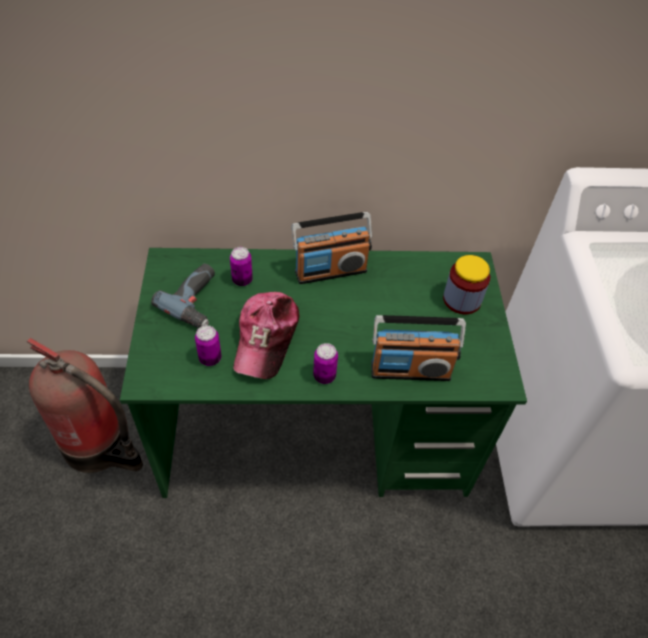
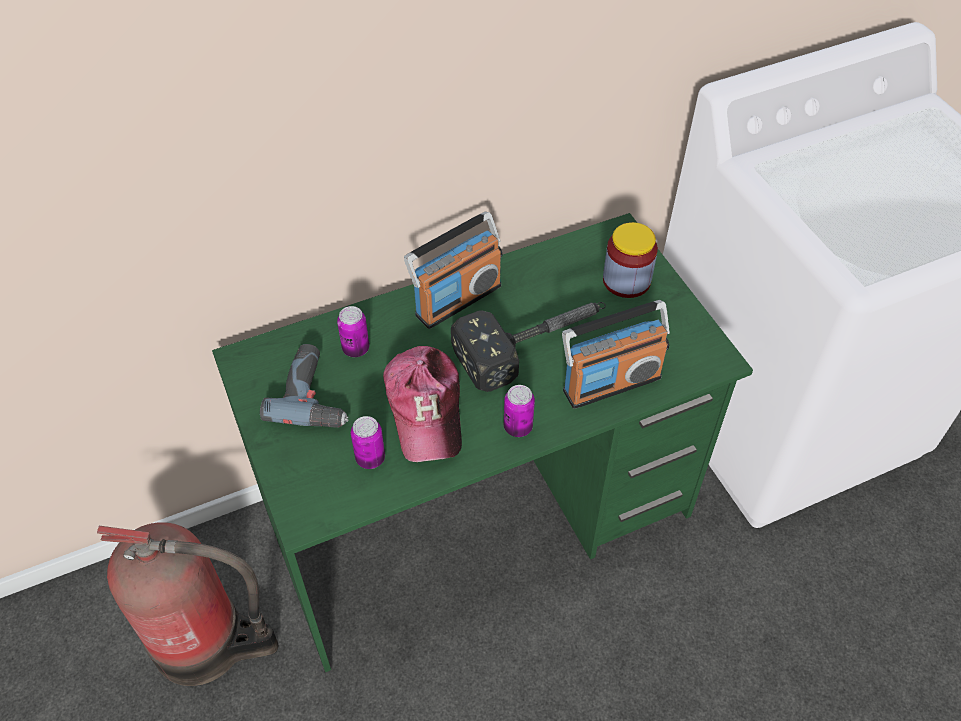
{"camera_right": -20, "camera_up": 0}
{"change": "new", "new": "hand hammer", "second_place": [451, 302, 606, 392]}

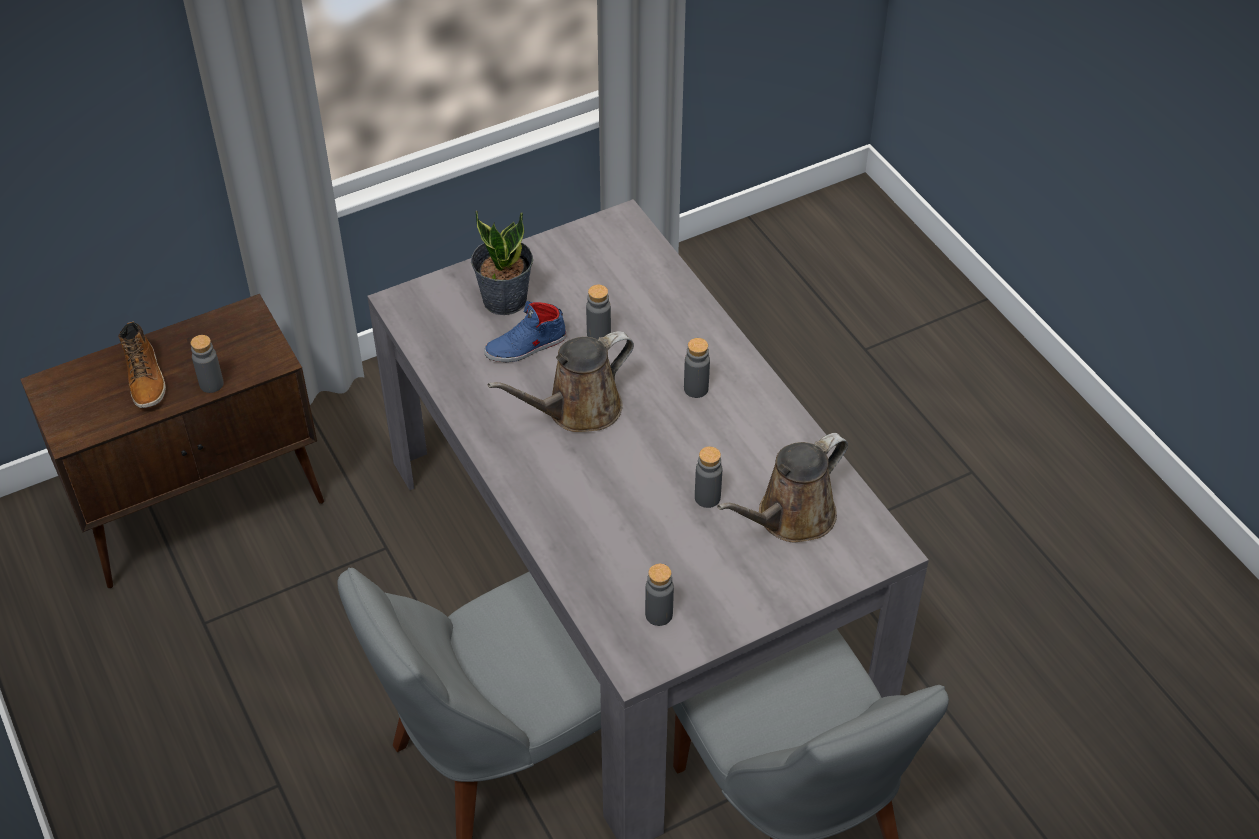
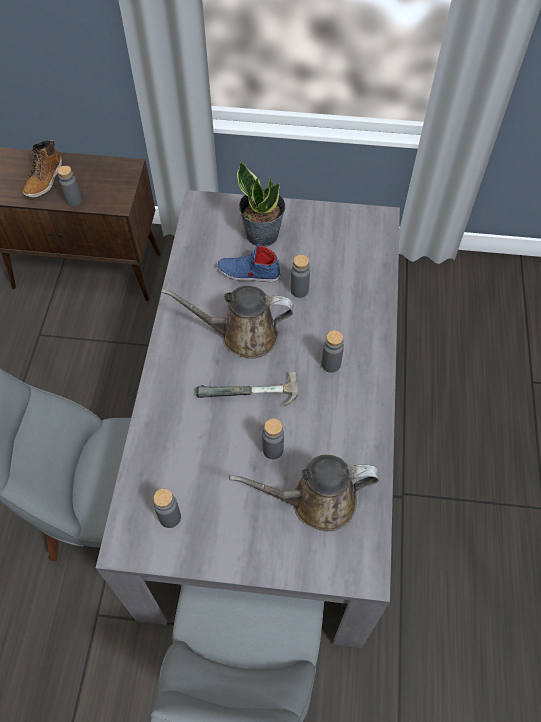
{"camera_right": 35, "camera_up": 10}
{"change": "new", "new": "hand hammer", "second_place": [196, 371, 298, 407]}

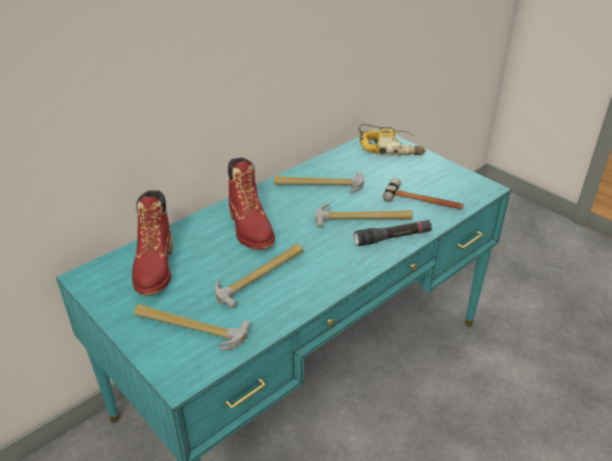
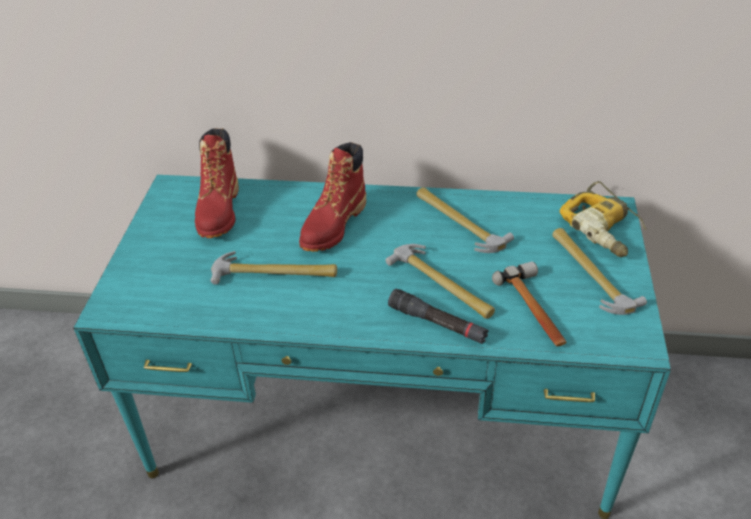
{"camera_right": 50, "camera_up": 5}
{"change": "shifted", "old": "hand hammer", "first_place": [134, 304, 251, 351], "second_place": [552, 228, 647, 315]}
{"change": "rotated", "old": "high-top boot (red)", "first_place": [132, 190, 173, 295], "second_place": [195, 128, 239, 238], "degrees": -45}

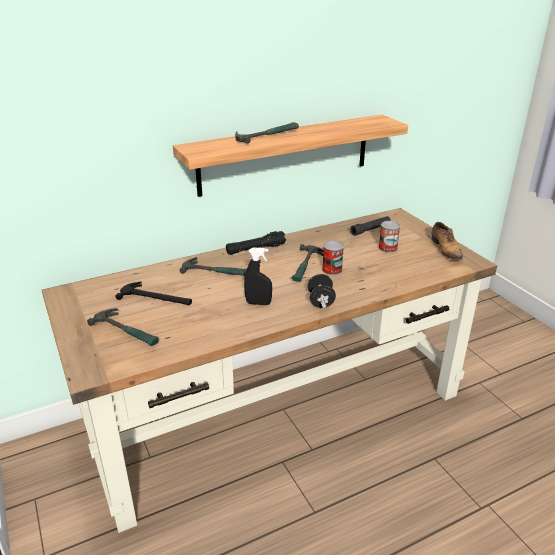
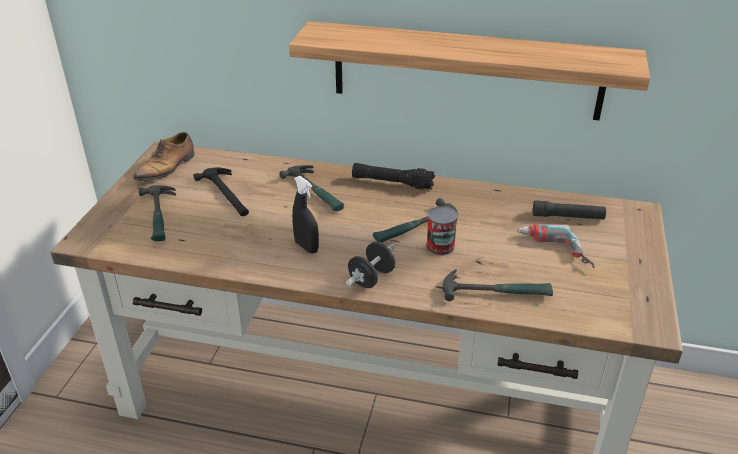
{"camera_right": 40, "camera_up": 5}
{"change": "shifted", "old": "hand hammer", "first_place": [235, 122, 299, 144], "second_place": [443, 269, 553, 301]}
{"change": "shifted", "old": "low shoe", "first_place": [432, 222, 463, 260], "second_place": [133, 132, 195, 181]}
{"change": "swapped", "old": "metal can", "new": "electric drill", "first_place": [379, 221, 400, 253], "second_place": [517, 224, 595, 268]}

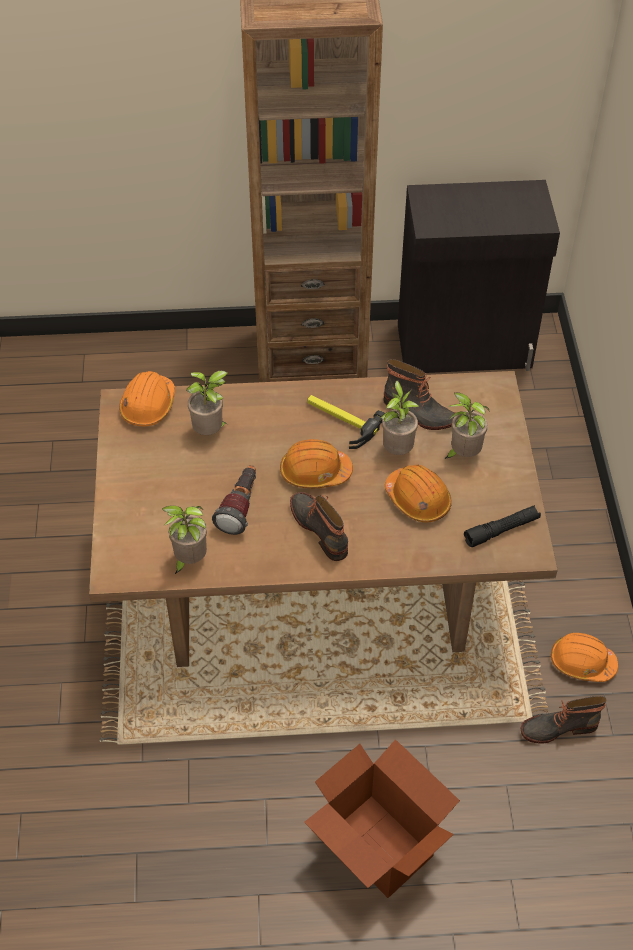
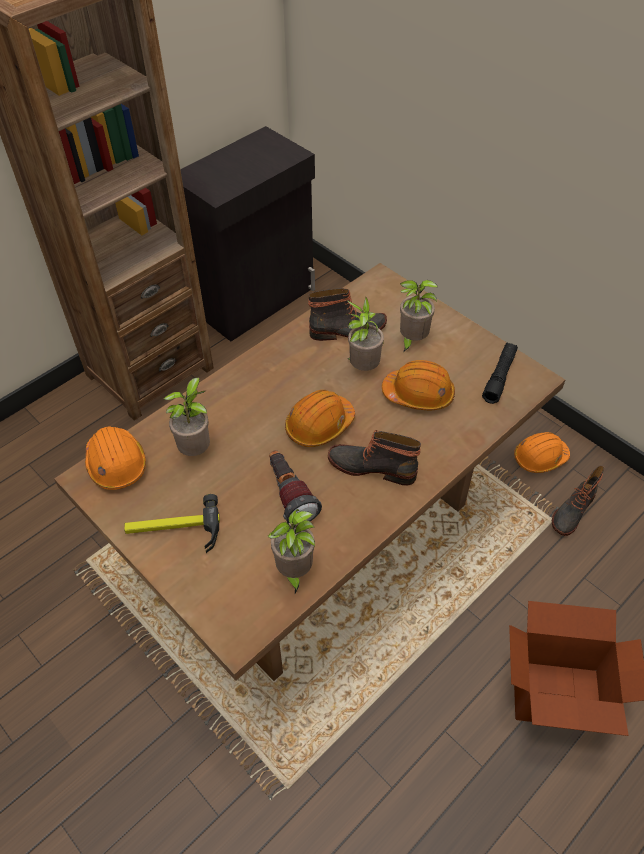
{"camera_right": -40, "camera_up": 0}
{"change": "shifted", "old": "hand hammer", "first_place": [307, 395, 385, 449], "second_place": [124, 494, 220, 553]}

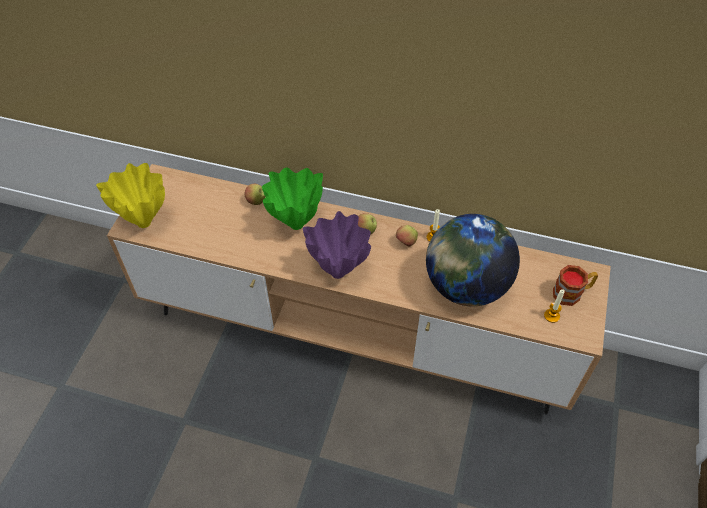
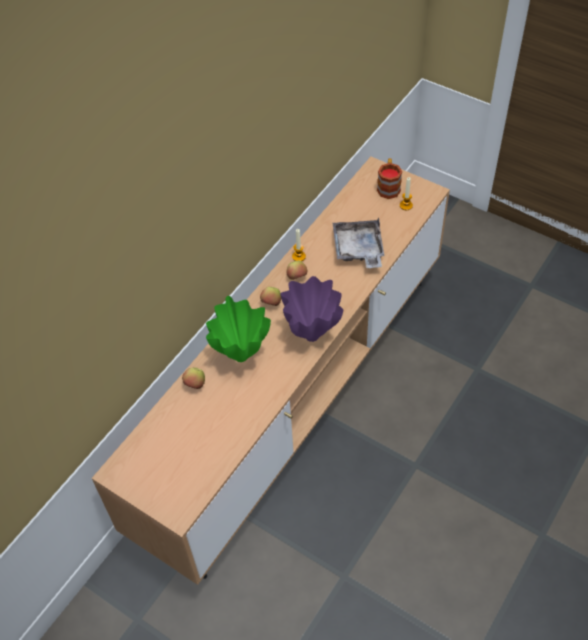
{"camera_right": -70, "camera_up": 0}
{"change": "gone", "old": "vase (yellow-coloured)", "first_place": [96, 163, 165, 228]}
{"change": "swapped", "old": "world globe", "new": "serving tray (greyish)", "first_place": [426, 214, 520, 307], "second_place": [333, 218, 385, 268]}

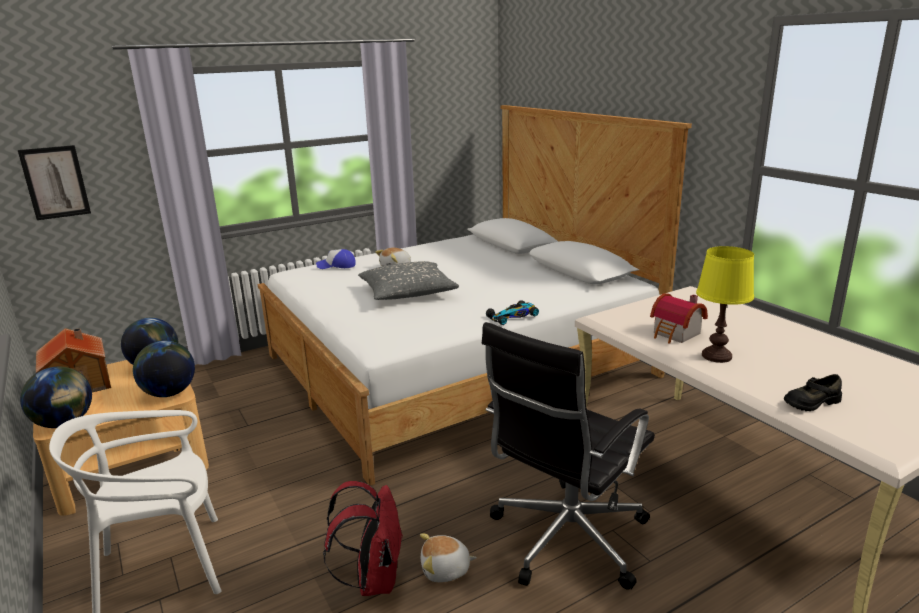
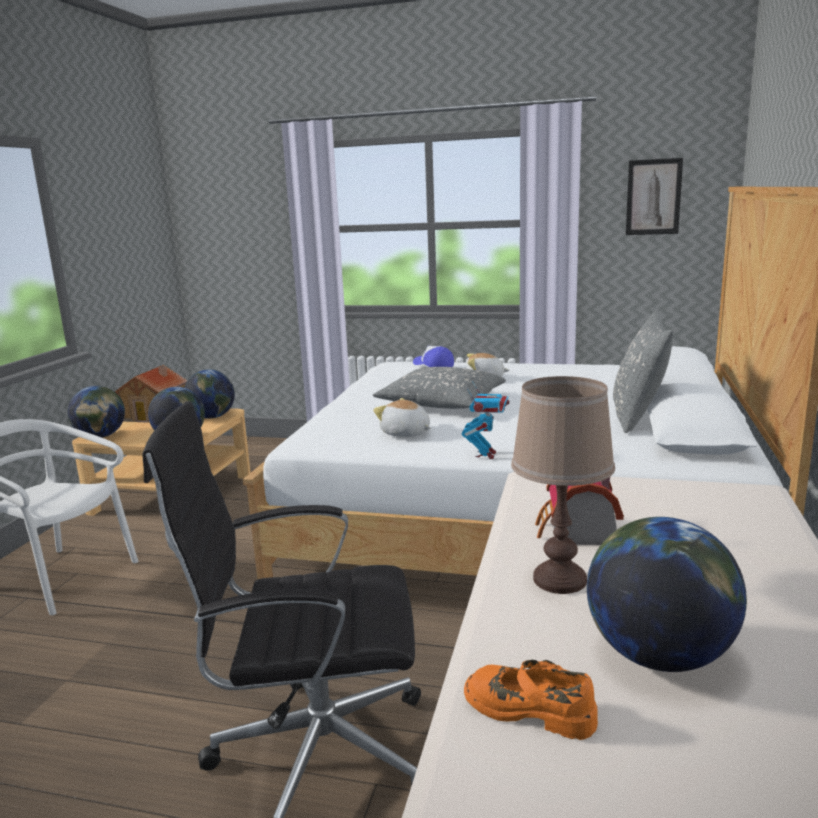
{"camera_right": 45, "camera_up": -5}
{"change": "gone", "old": "rucksack (red)", "first_place": [323, 481, 403, 596]}
{"change": "new", "new": "world globe", "second_place": [587, 517, 747, 672]}
{"change": "new", "new": "cushion (greyish)", "second_place": [613, 310, 673, 433]}
{"change": "shifted", "old": "picture", "first_place": [18, 145, 91, 220], "second_place": [626, 158, 683, 235]}
{"change": "shifted", "old": "cuddly toy", "first_place": [420, 534, 477, 582], "second_place": [373, 398, 430, 437]}
{"change": "swapped", "old": "miniature car", "new": "model robot", "first_place": [486, 301, 539, 325], "second_place": [462, 381, 509, 459]}
{"change": "repainted", "old": "table lamp (yellow-coloured)", "new": "table lamp (brownish)", "first_place": [696, 246, 754, 363], "second_place": [511, 376, 615, 594]}
{"change": "repainted", "old": "low shoe (black)", "new": "low shoe (orange)", "first_place": [784, 374, 842, 411], "second_place": [464, 660, 598, 740]}

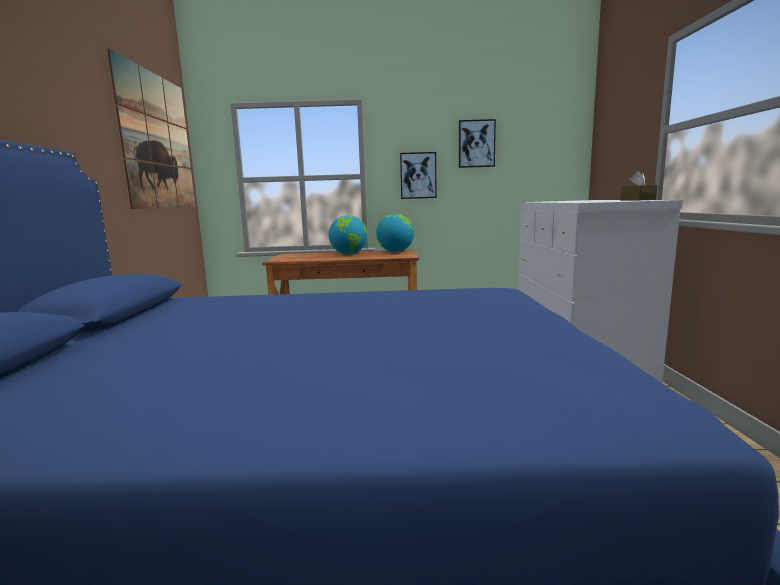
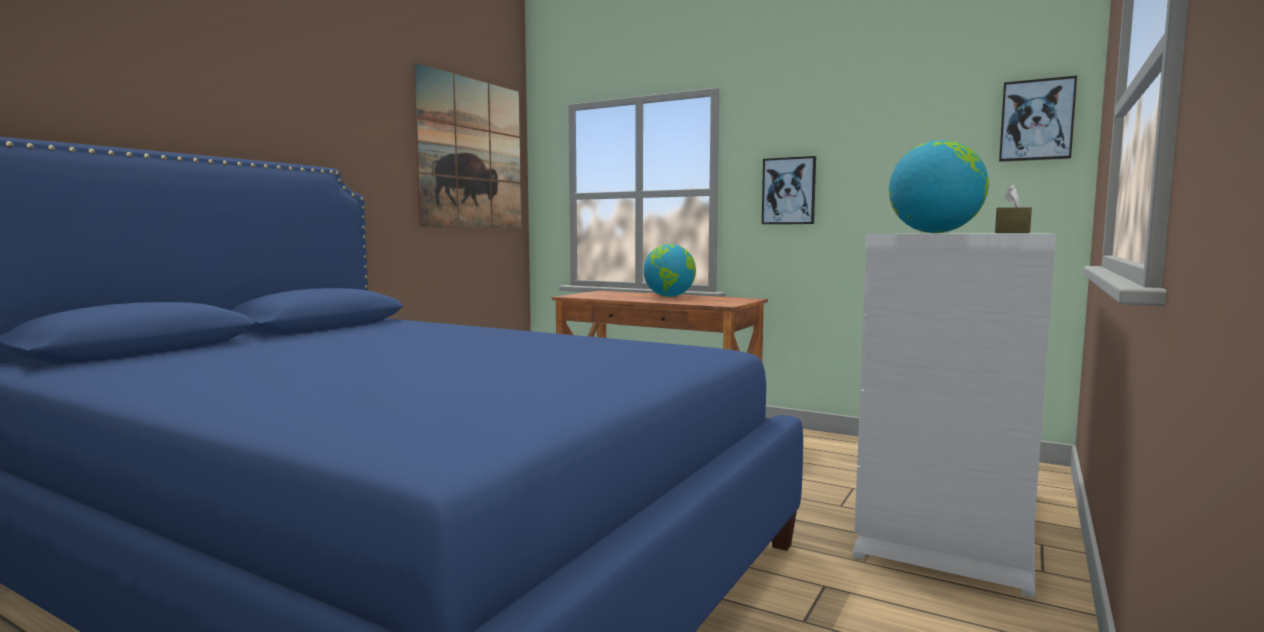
{"camera_right": 30, "camera_up": -5}
{"change": "shifted", "old": "world globe", "first_place": [376, 214, 414, 252], "second_place": [889, 140, 989, 233]}
{"change": "shifted", "old": "picture", "first_place": [459, 119, 496, 168], "second_place": [999, 76, 1077, 162]}

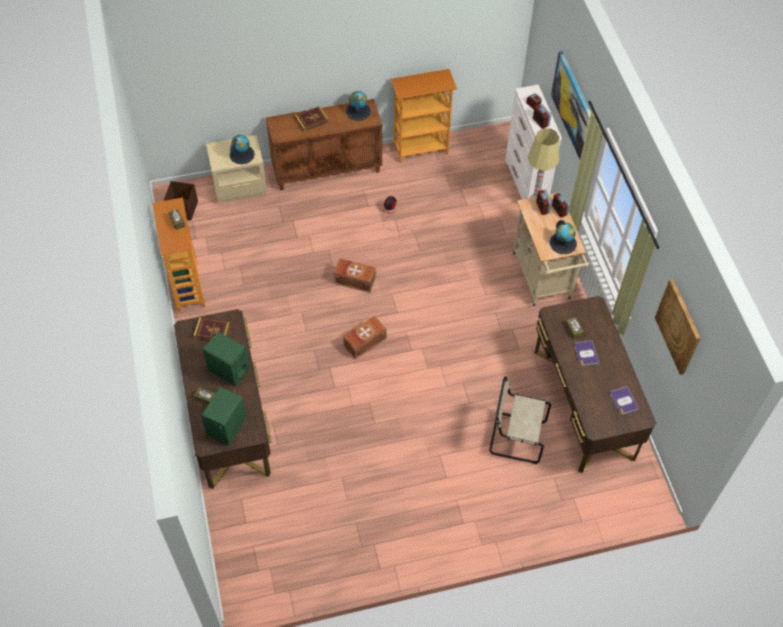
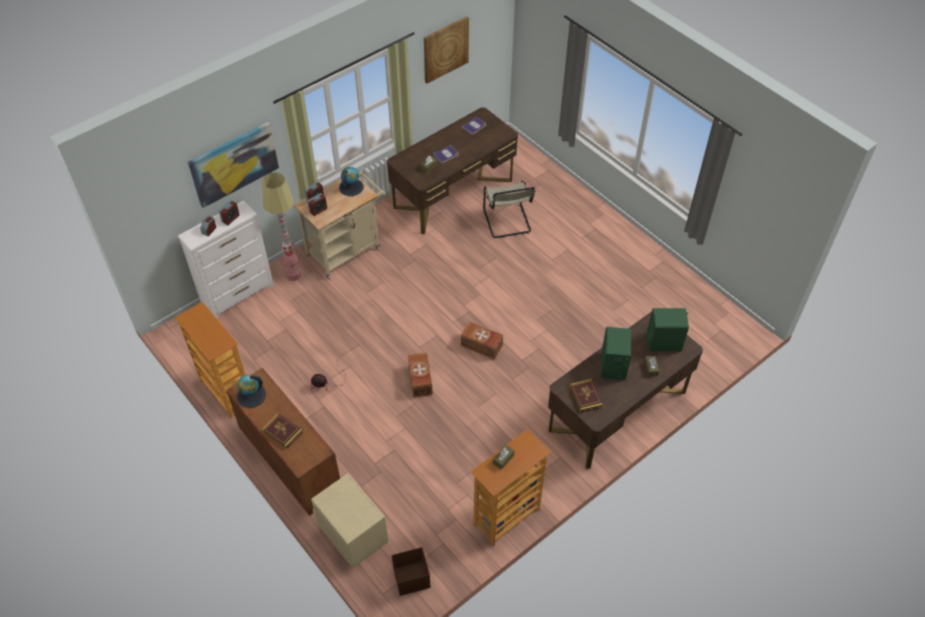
{"camera_right": -115, "camera_up": -5}
{"change": "gone", "old": "world globe", "first_place": [230, 135, 255, 164]}

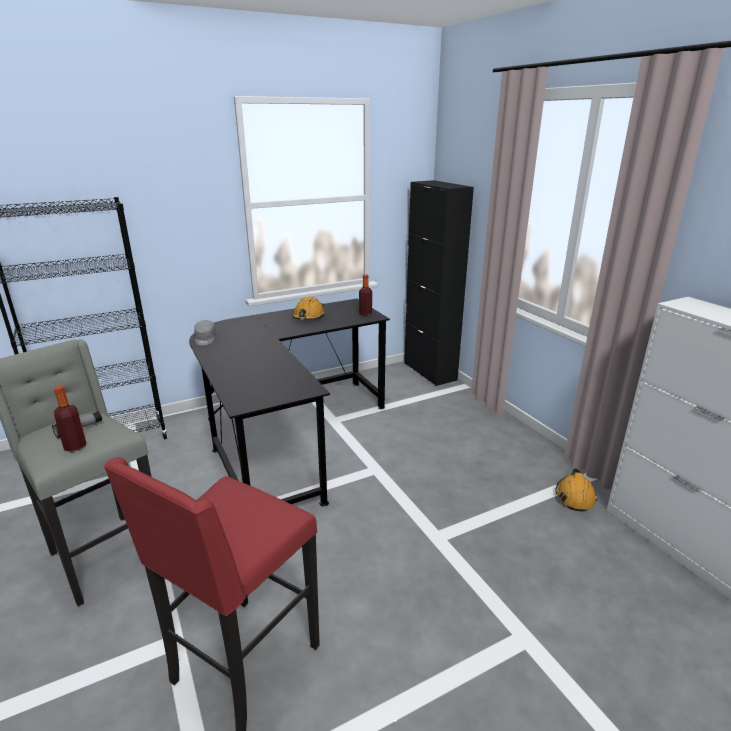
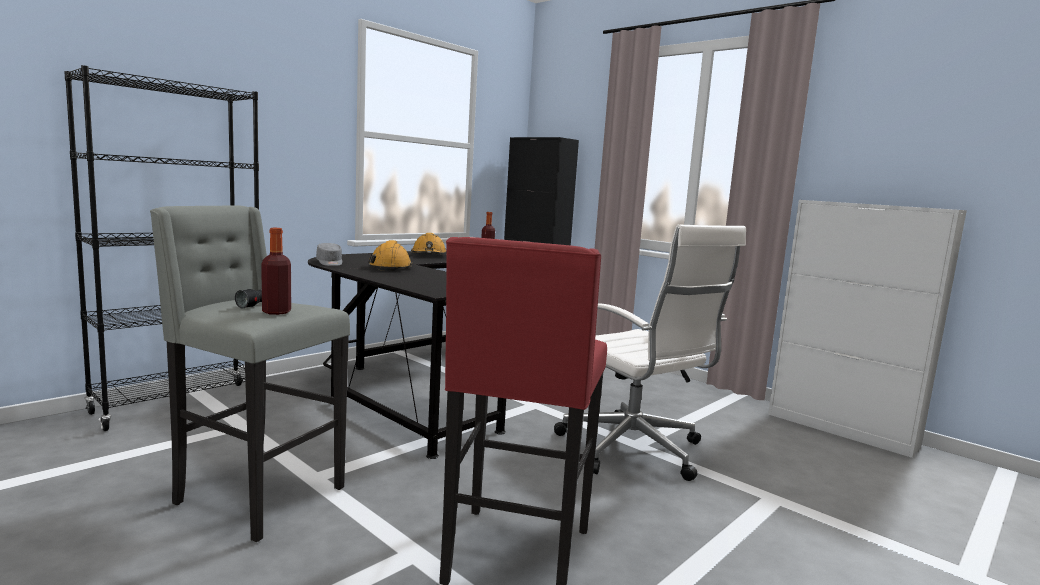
{"camera_right": -20, "camera_up": -15}
{"change": "new", "new": "desk chair (white)", "second_place": [554, 225, 746, 481]}
{"change": "shifted", "old": "hard hat (orange)", "first_place": [555, 468, 597, 511], "second_place": [368, 240, 412, 271]}

